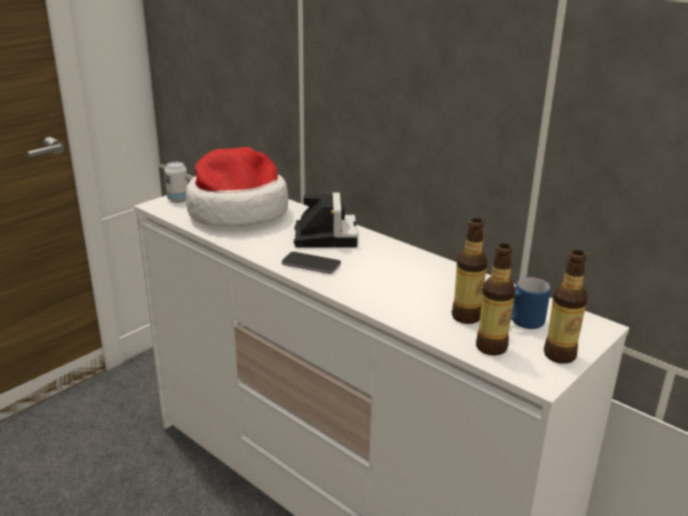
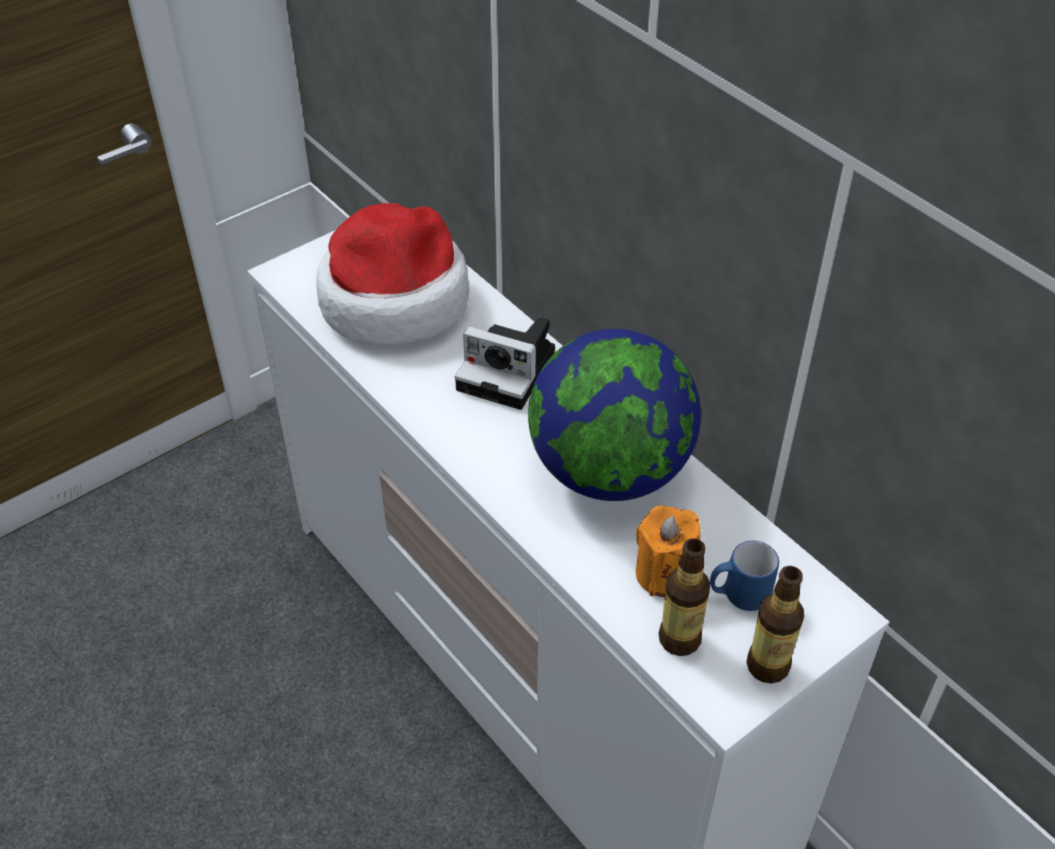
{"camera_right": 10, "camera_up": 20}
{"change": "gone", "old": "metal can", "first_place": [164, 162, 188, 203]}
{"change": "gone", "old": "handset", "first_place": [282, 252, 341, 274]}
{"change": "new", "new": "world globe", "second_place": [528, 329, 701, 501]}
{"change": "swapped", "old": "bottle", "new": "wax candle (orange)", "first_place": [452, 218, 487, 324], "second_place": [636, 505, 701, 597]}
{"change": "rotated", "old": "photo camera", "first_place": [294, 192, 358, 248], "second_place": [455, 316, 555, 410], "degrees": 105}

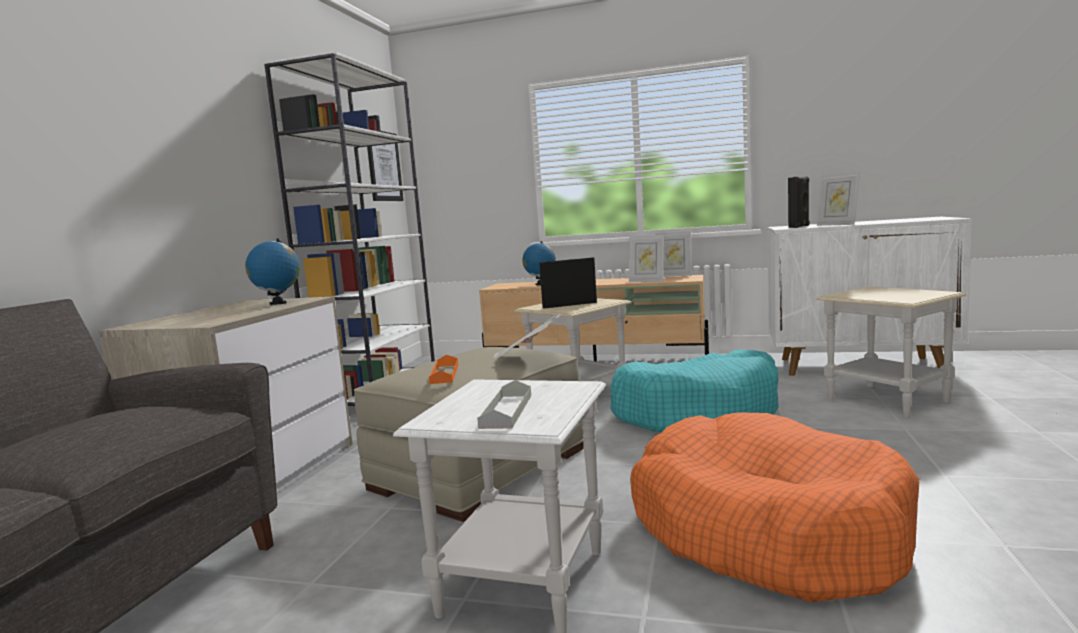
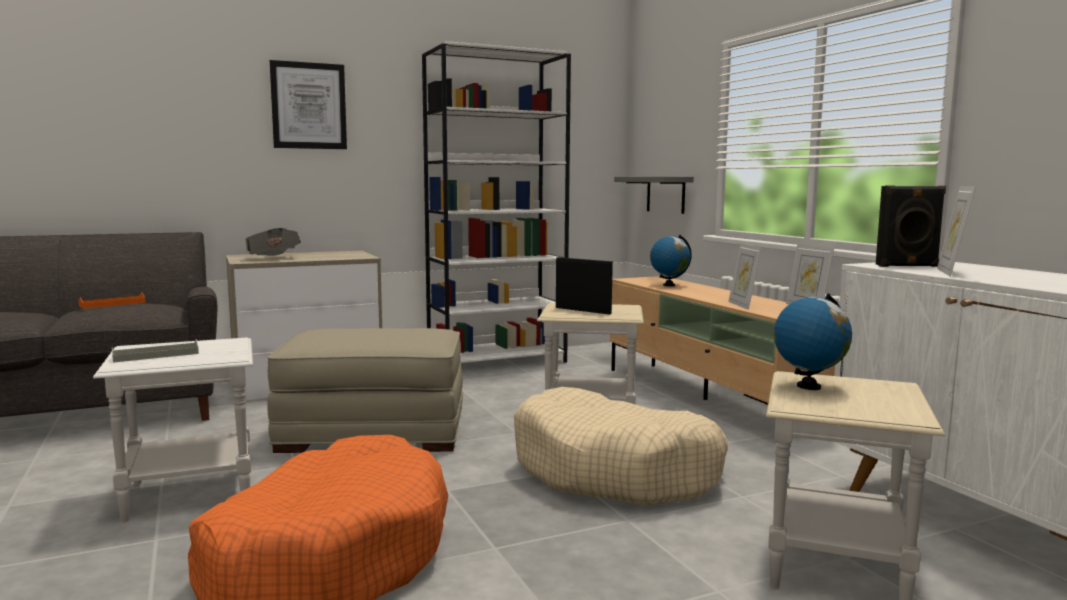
{"camera_right": 50, "camera_up": 0}
{"change": "new", "new": "wall shelf (greyish)", "second_place": [614, 176, 694, 214]}
{"change": "shifted", "old": "world globe", "first_place": [245, 238, 300, 305], "second_place": [774, 293, 852, 390]}
{"change": "shifted", "old": "picture", "first_place": [367, 131, 404, 201], "second_place": [270, 60, 347, 149]}
{"change": "shifted", "old": "serving tray (orange)", "first_place": [429, 355, 458, 384], "second_place": [79, 292, 145, 309]}
{"change": "shifted", "old": "printed paper", "first_place": [493, 313, 561, 359], "second_place": [245, 228, 301, 256]}
{"change": "repainted", "old": "dog bed (blue-green)", "new": "dog bed (beige)", "first_place": [610, 350, 779, 432], "second_place": [514, 387, 728, 506]}

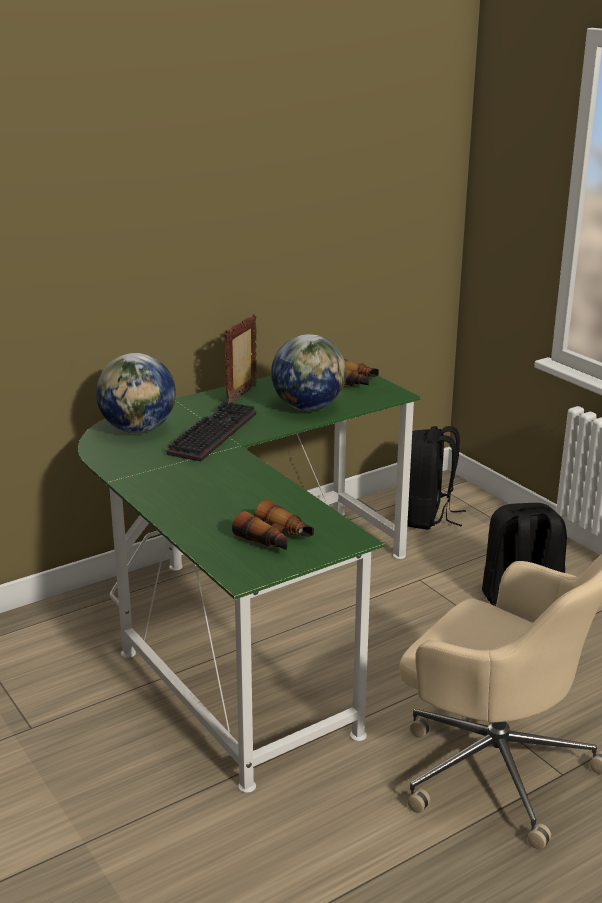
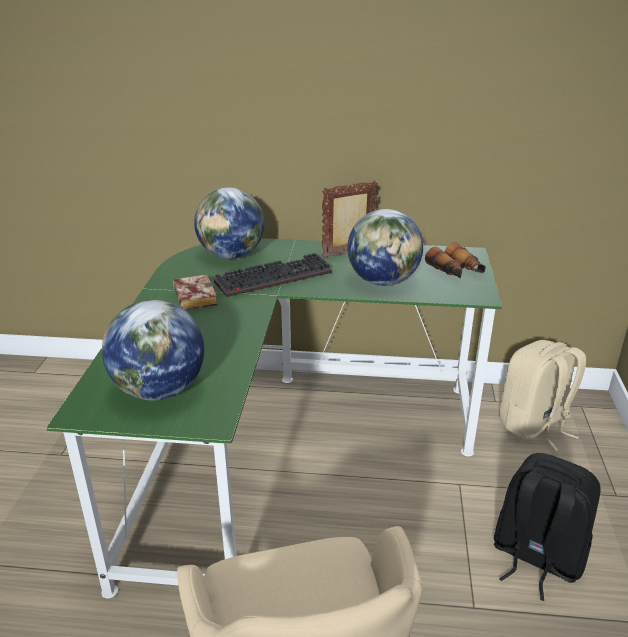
{"camera_right": 40, "camera_up": 5}
{"change": "new", "new": "volume", "second_place": [173, 274, 217, 310]}
{"change": "swapped", "old": "pair of binoculars", "new": "world globe", "first_place": [232, 500, 314, 550], "second_place": [102, 300, 204, 400]}
{"change": "repainted", "old": "rucksack (black)", "new": "rucksack (beige)", "first_place": [407, 426, 466, 530], "second_place": [500, 340, 586, 451]}

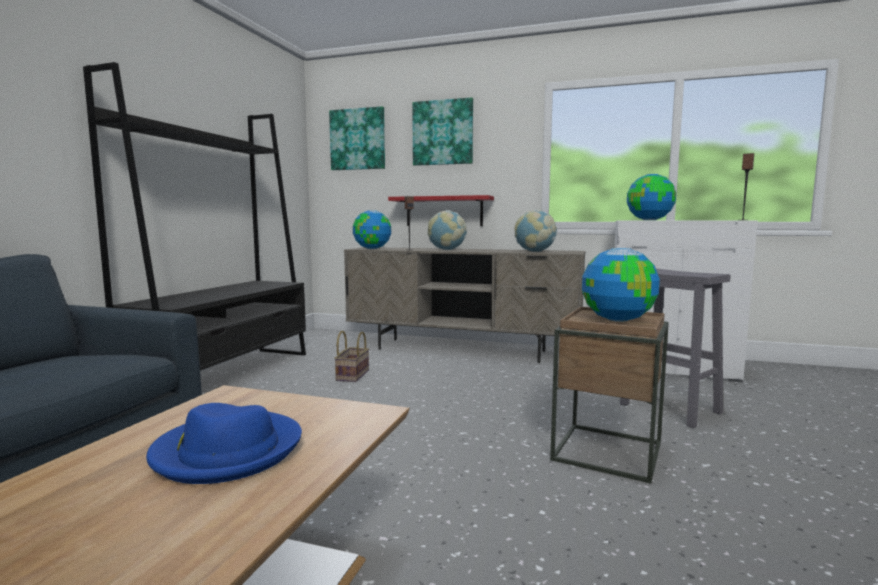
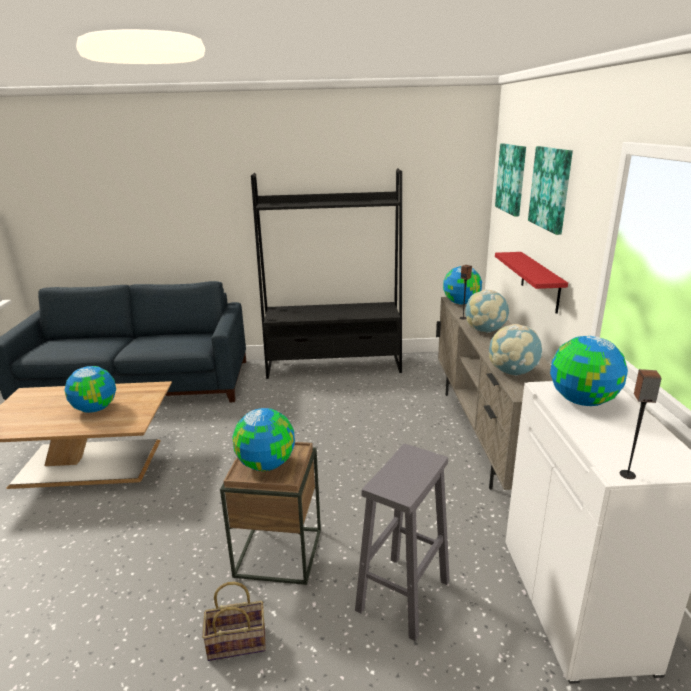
{"camera_right": 70, "camera_up": 15}
{"change": "shifted", "old": "household basket", "first_place": [334, 331, 369, 382], "second_place": [202, 582, 266, 661]}
{"change": "swapped", "old": "clothing hat (blue-coloured)", "new": "world globe", "first_place": [146, 403, 302, 484], "second_place": [64, 366, 116, 413]}

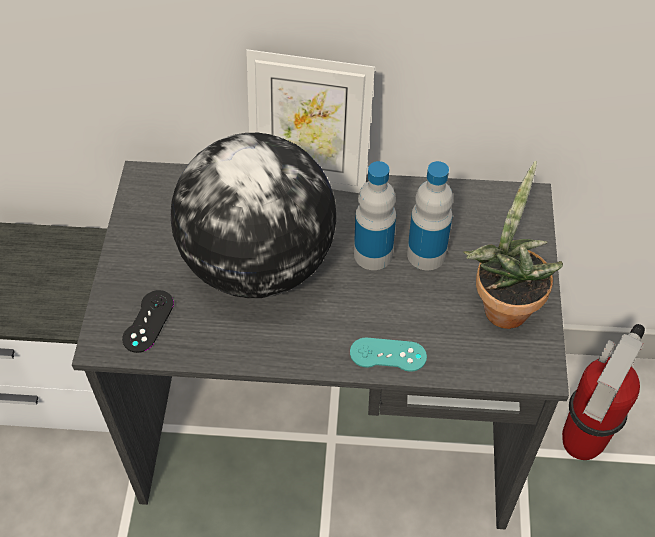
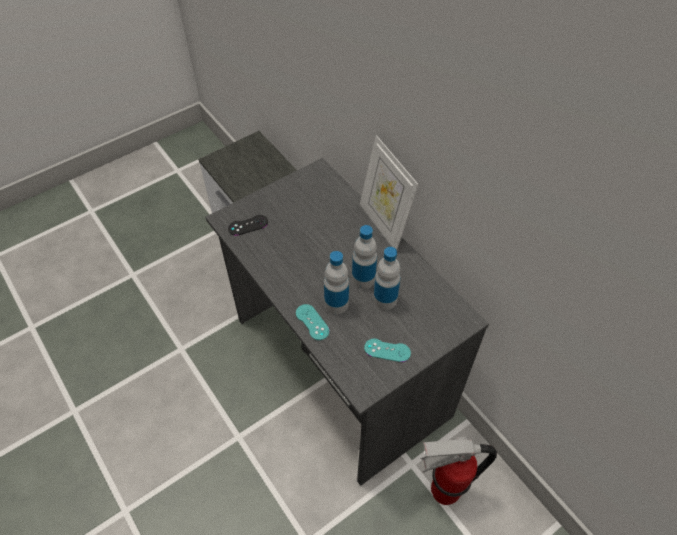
{"camera_right": 50, "camera_up": 0}
{"change": "gone", "old": "world globe", "first_place": [170, 133, 336, 298]}
{"change": "new", "new": "bottle", "second_place": [324, 251, 349, 314]}
{"change": "swapped", "old": "plant in a pot", "new": "game controller (blue-green)", "first_place": [463, 161, 563, 329], "second_place": [364, 339, 411, 362]}

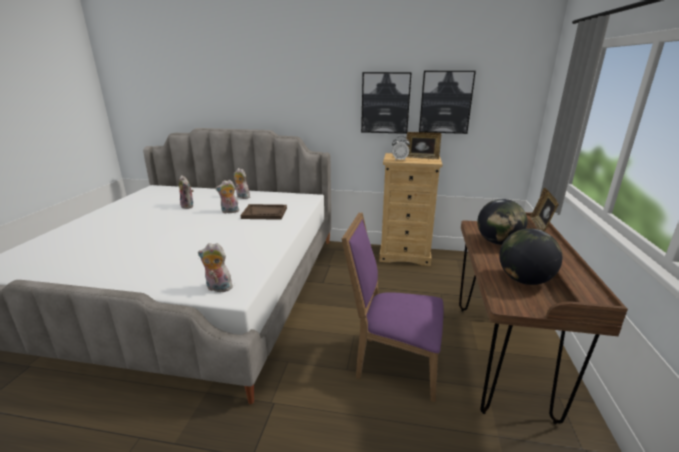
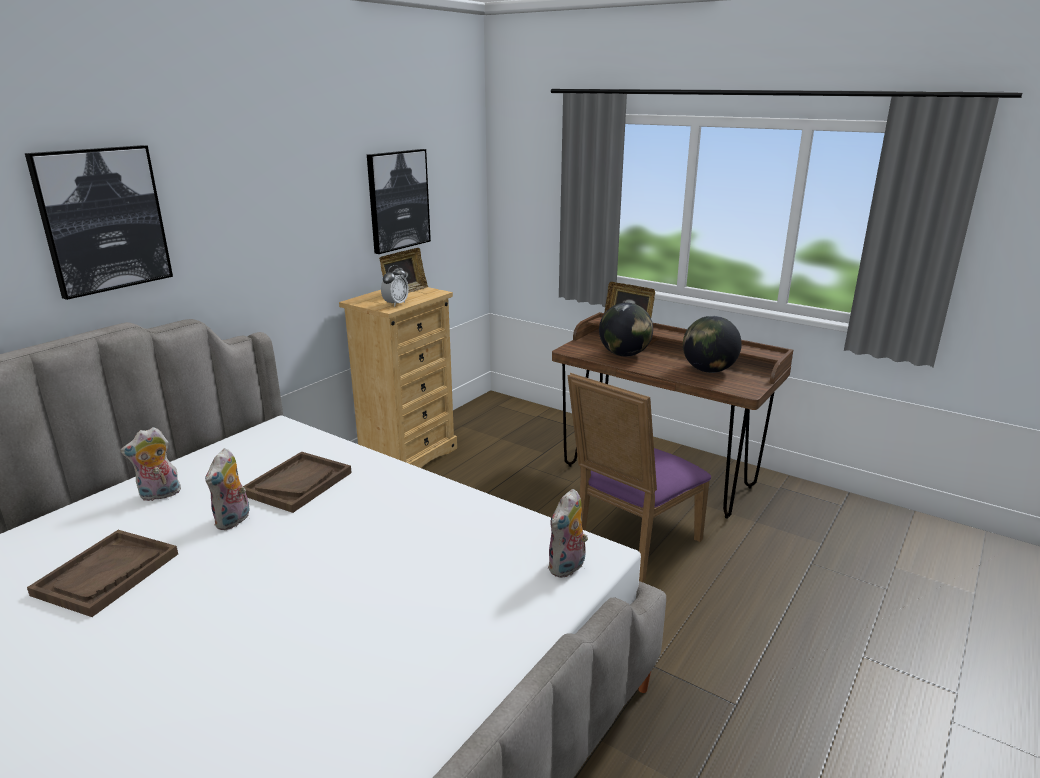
{"camera_right": -65, "camera_up": 0}
{"change": "shifted", "old": "picture", "first_place": [361, 72, 412, 134], "second_place": [25, 145, 173, 300]}
{"change": "swapped", "old": "cuddly toy", "new": "serving tray (brownish)", "first_place": [179, 175, 193, 209], "second_place": [27, 530, 178, 617]}

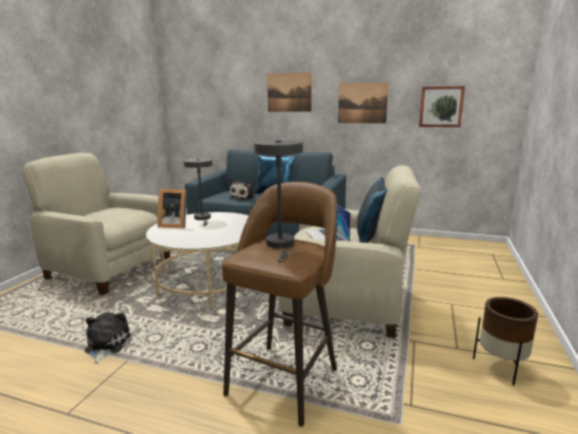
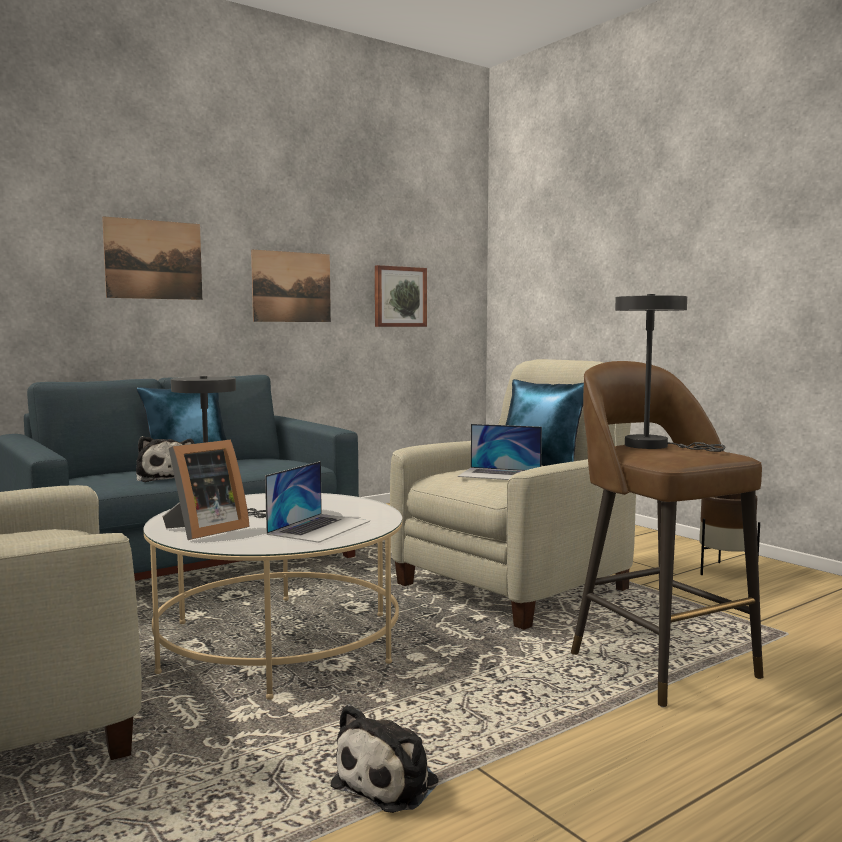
{"camera_right": -55, "camera_up": -10}
{"change": "new", "new": "laptop", "second_place": [265, 461, 370, 543]}
{"change": "rotated", "old": "cuddly toy", "first_place": [85, 312, 131, 364], "second_place": [331, 704, 439, 813], "degrees": -90}

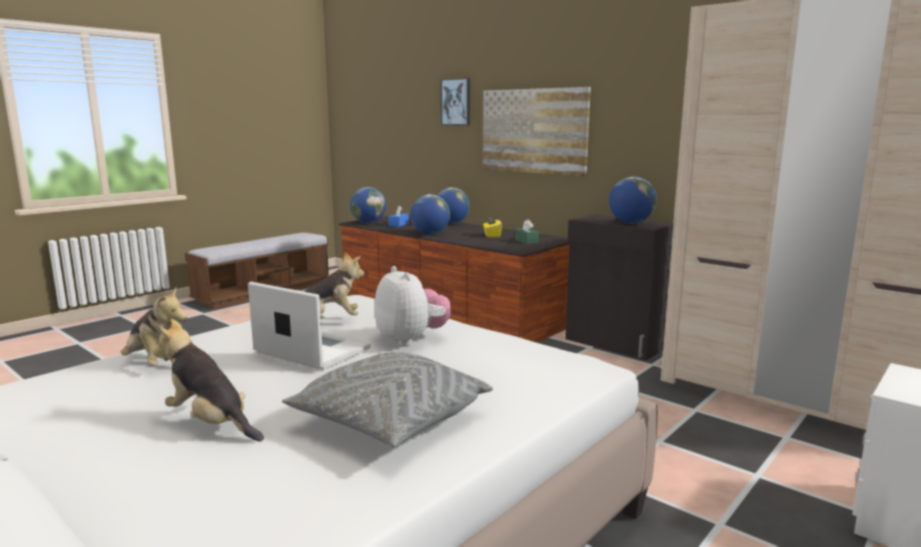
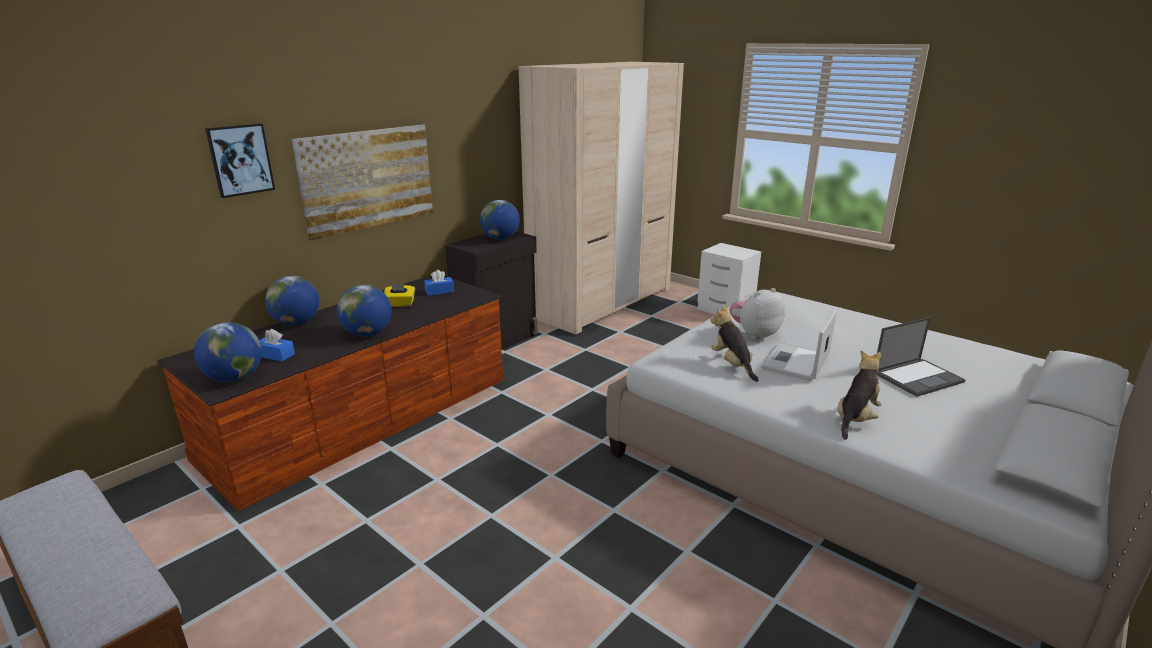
{"camera_right": -90, "camera_up": 10}
{"change": "gone", "old": "cushion (greyish)", "first_place": [282, 352, 493, 447]}
{"change": "swapped", "old": "cuddly toy", "new": "laptop", "first_place": [152, 319, 264, 442], "second_place": [877, 317, 966, 397]}
{"change": "repainted", "old": "box of tissues (green)", "new": "box of tissues (blue-coloured)", "first_place": [515, 220, 539, 244], "second_place": [424, 270, 454, 296]}

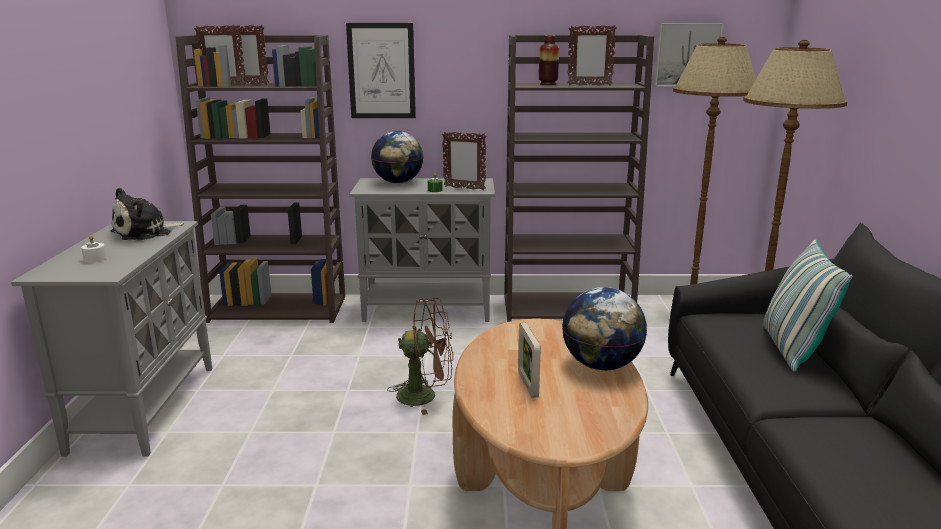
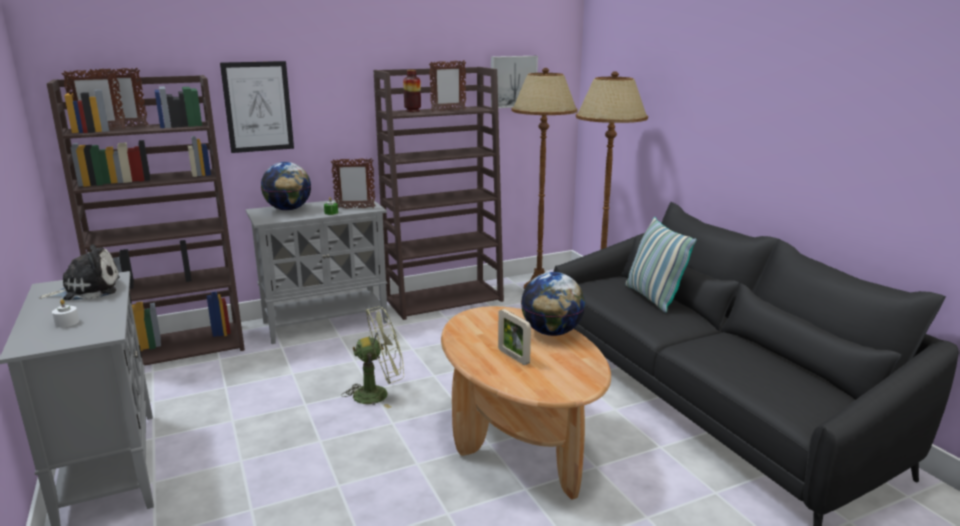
{"camera_right": -25, "camera_up": 0}
{"change": "repainted", "old": "cooling fan (brownish)", "new": "cooling fan (green)", "first_place": [387, 298, 453, 415], "second_place": [341, 306, 404, 409]}
{"change": "rotated", "old": "cuddly toy", "first_place": [111, 188, 184, 241], "second_place": [39, 244, 120, 300], "degrees": -135}

